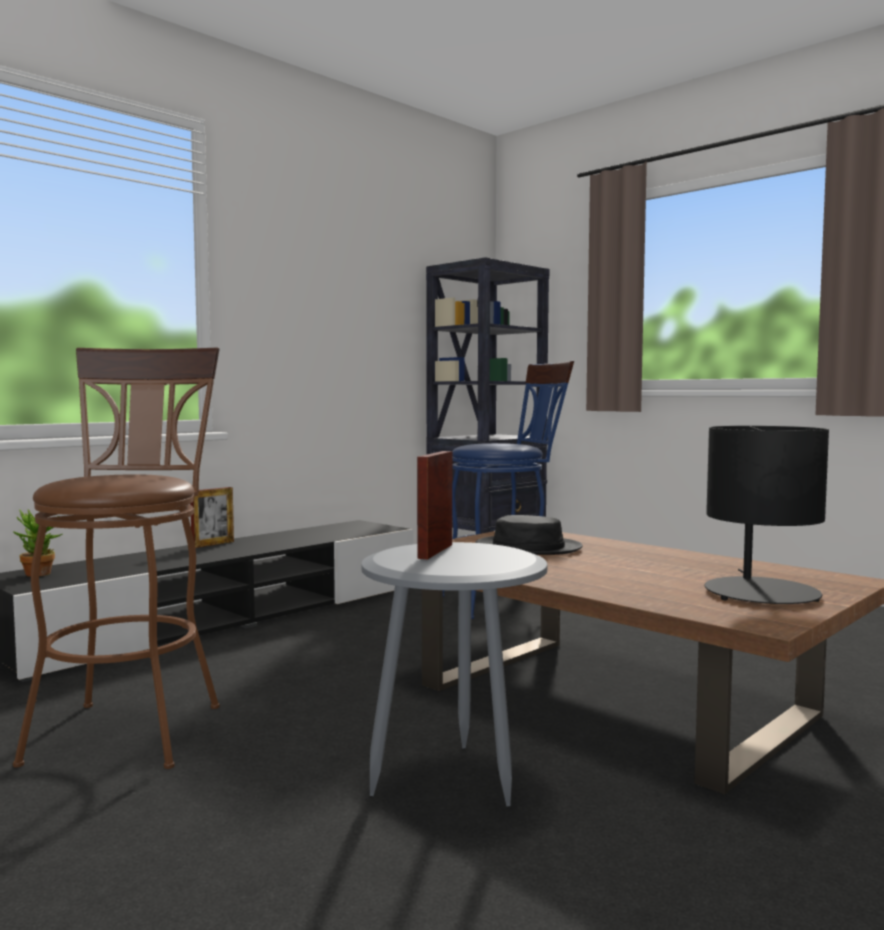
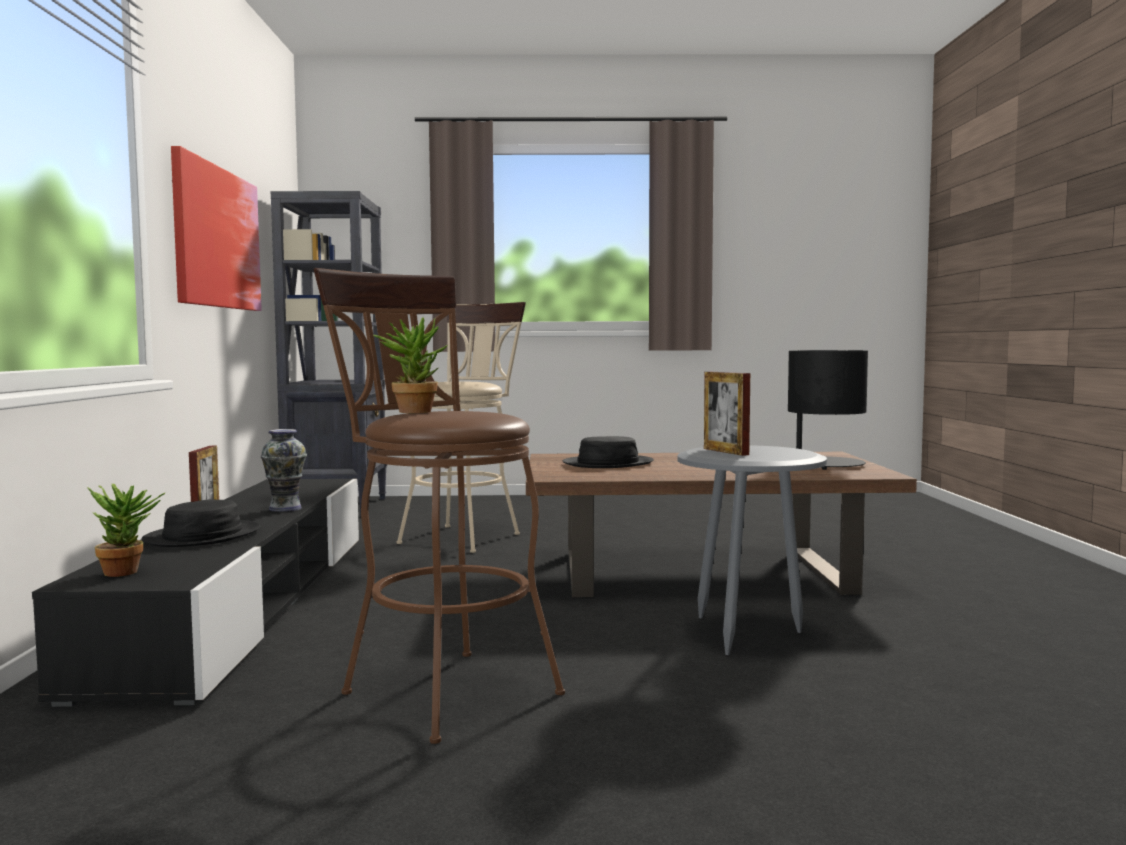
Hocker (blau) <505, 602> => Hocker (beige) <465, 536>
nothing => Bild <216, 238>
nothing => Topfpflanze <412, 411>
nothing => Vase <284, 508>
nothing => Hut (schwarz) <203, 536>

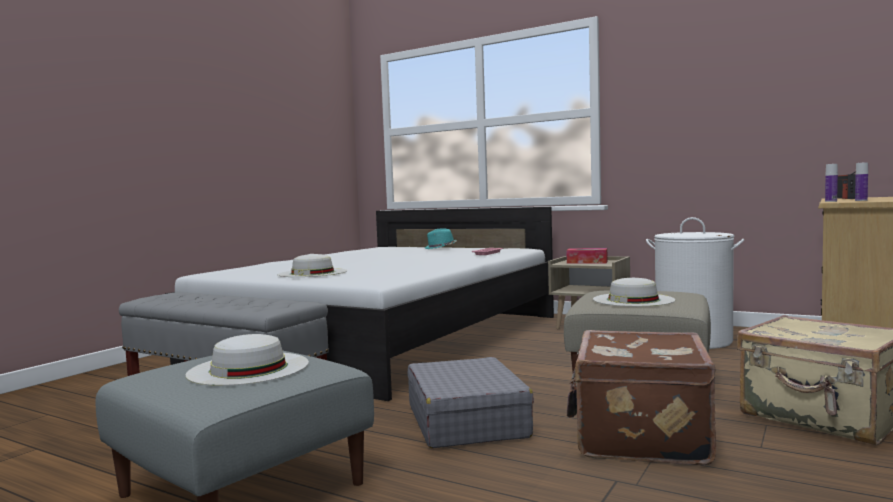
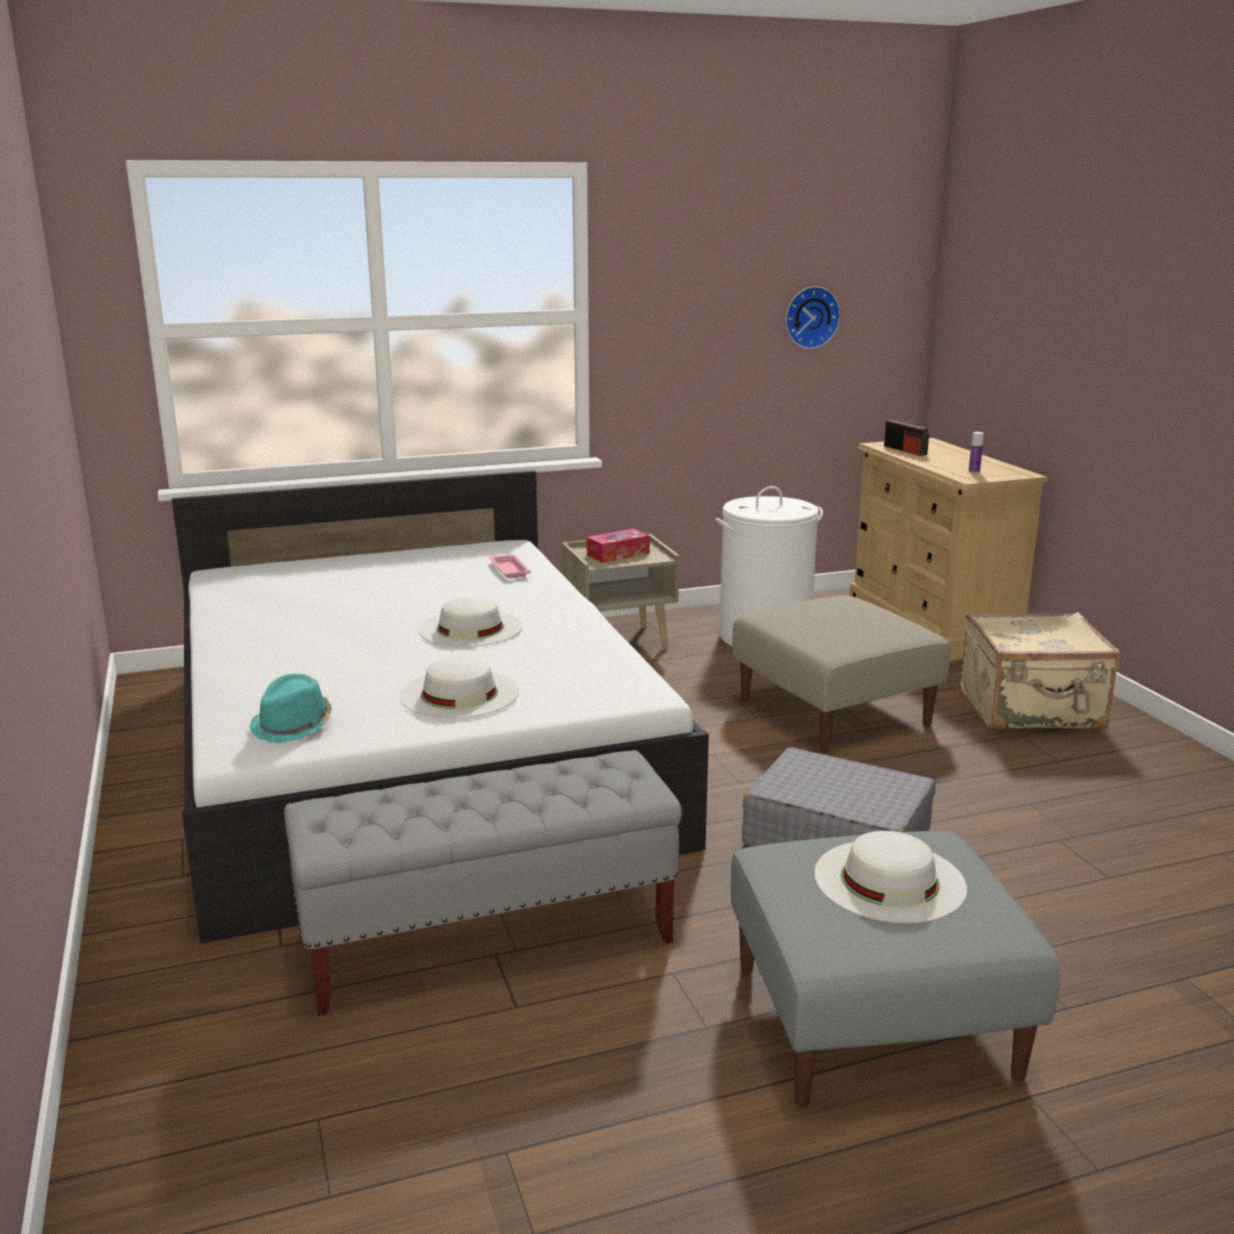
Flasche <831, 201> => nothing
Hut (türkis) <440, 248> => Hut (türkis) <293, 726>, moved
Hut (weiß) <633, 299> => Hut (weiß) <470, 628>, moved
Koffer (braun) <639, 436> => nothing
nothing => Wanduhr <810, 317>

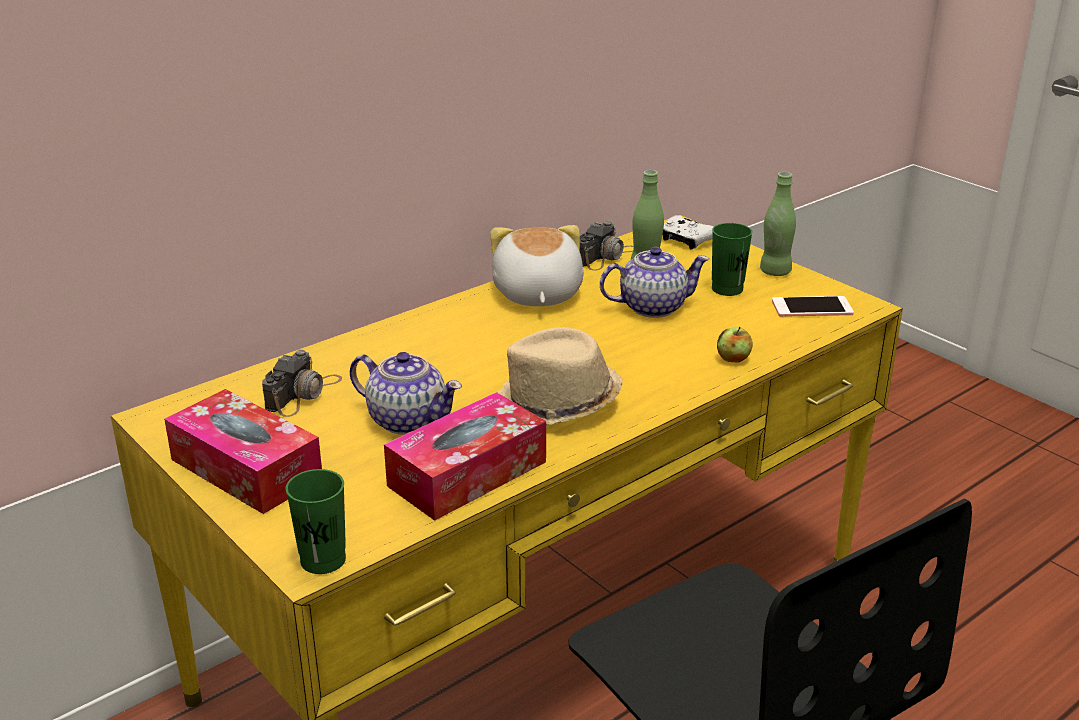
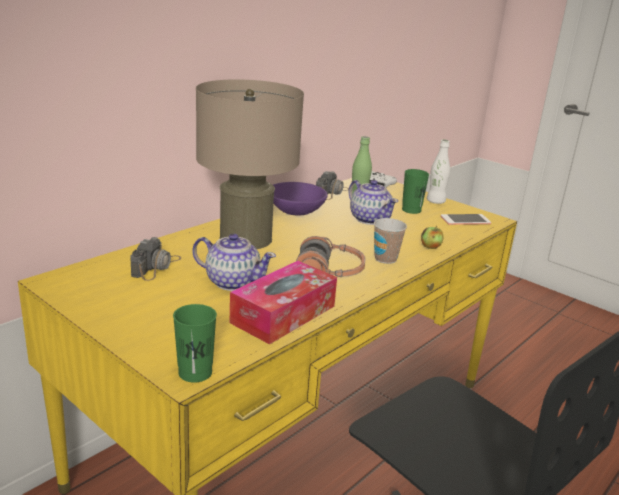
Flasche (grün) <775, 271> => Flasche (weiß) <435, 201>
Plüschtier <536, 294> => Schüssel (lila) <295, 211>
Teekanne <651, 307> => Teekanne <370, 219>, 75 degrees clockwise
Hut (beige) <557, 404> => Kopfhörer <330, 272>
Taschentuchbox <246, 469> => nothing
nothing => Tischlampe (beige) <245, 238>
nothing => Tasse <385, 259>

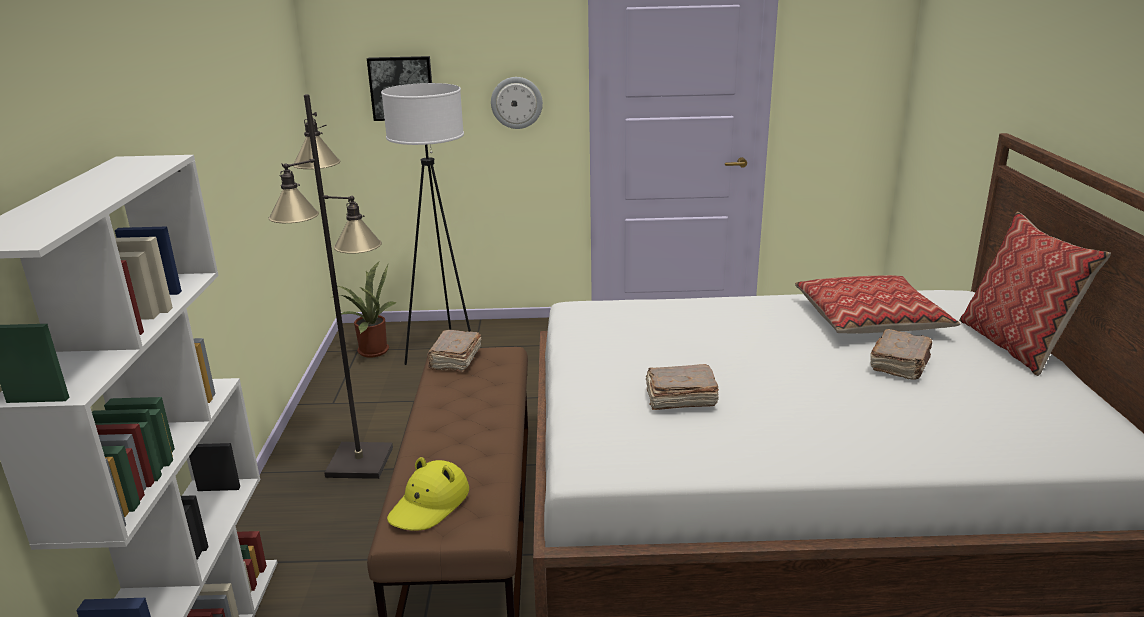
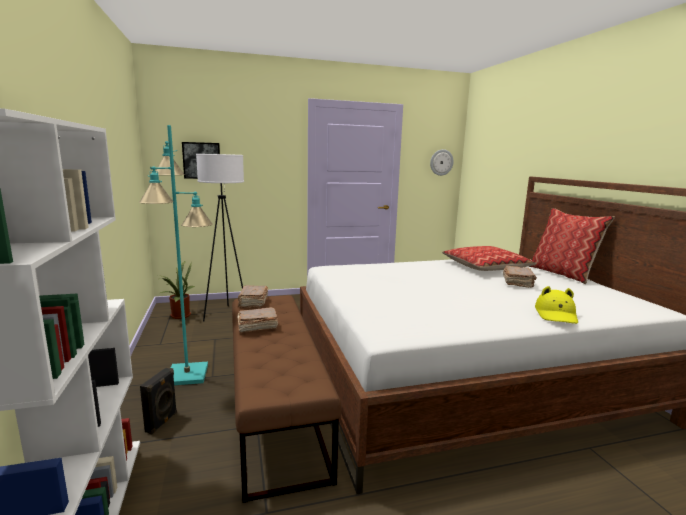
Wanduhr <516, 102> => Wanduhr <441, 162>, moved
Stehlampe (schwarz) <361, 461> => Stehlampe (türkis) <188, 374>
Buch (braun) <679, 399> => Buch (braun) <257, 327>, moved
Hut (gelb) <429, 504> => Hut (gelb) <556, 314>, moved
nothing => Lautsprecher (schwarz) <162, 422>

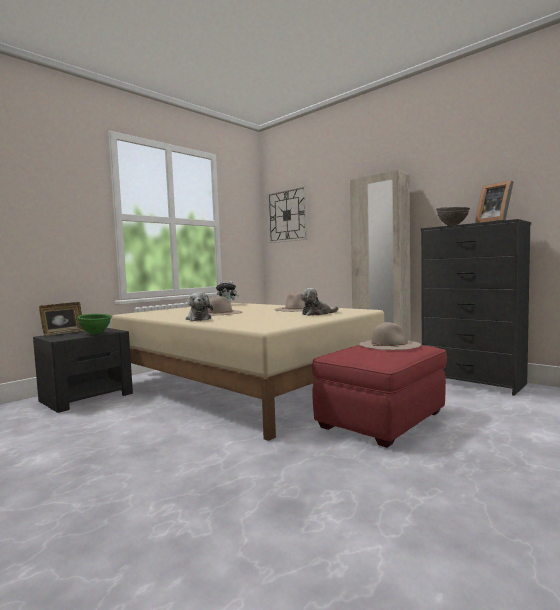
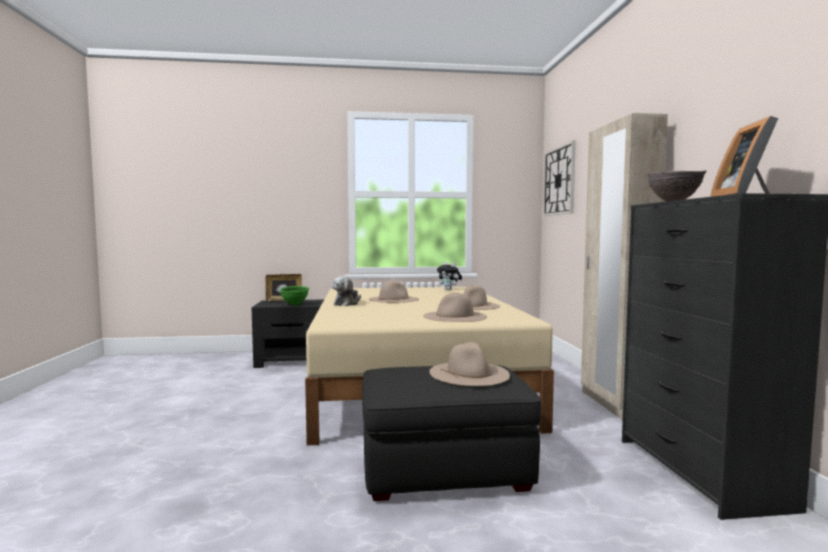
Plüschtier <317, 314> => Hut (beige) <455, 316>
Polsterhocker (rot) <382, 419> => Polsterhocker (schwarz) <445, 470>

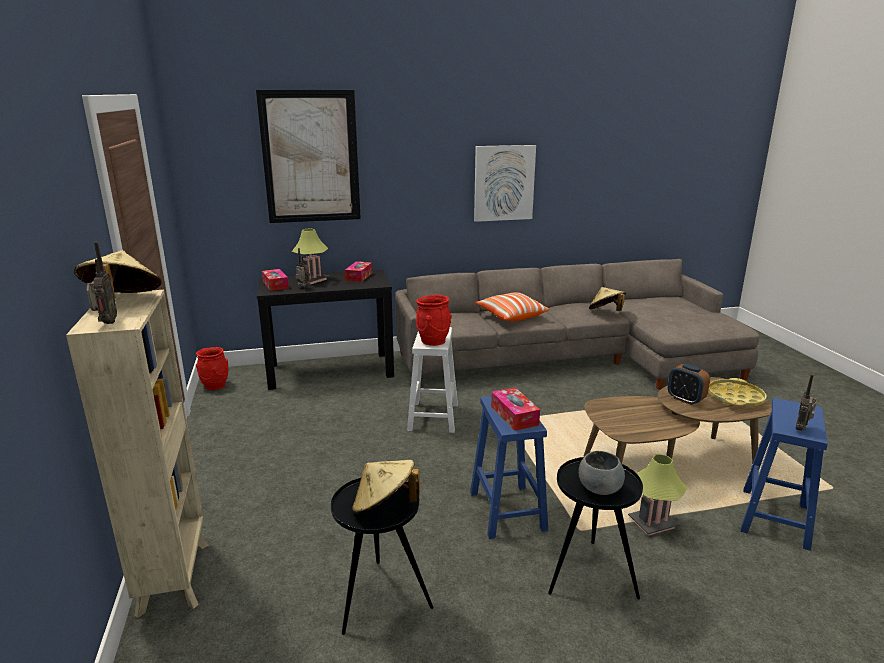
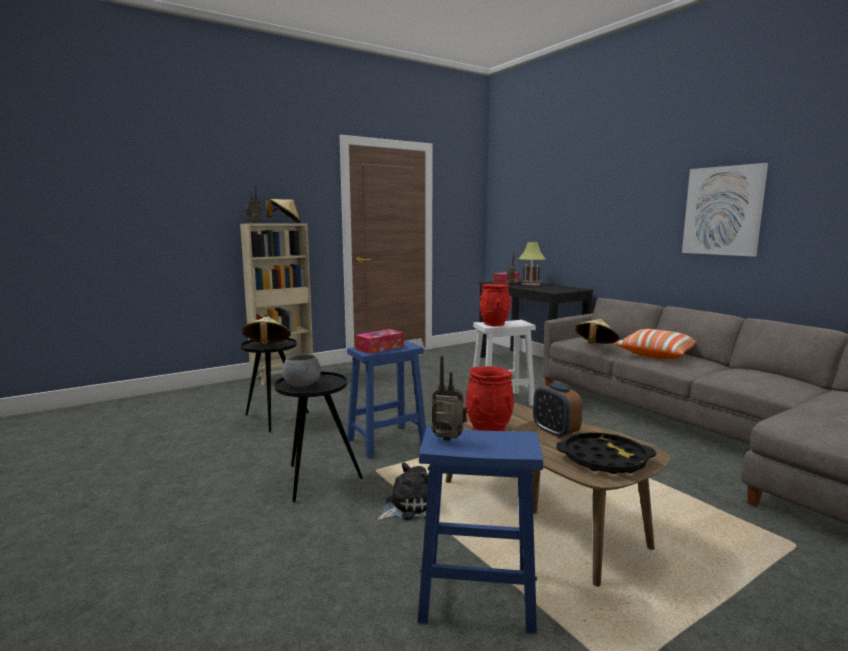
Bild <311, 157> => nothing
Taschentuchbox <359, 276> => nothing
Hut (beige) <606, 312> => Hut (beige) <595, 346>, moved
Vase (rot) <215, 386> => Vase (rot) <488, 430>, moved
Wecker <685, 399> => Wecker <555, 432>, 60 degrees counterclockwise
Tablett (gelb) <735, 398> => Tablett (schwarz) <604, 460>
Tischlampe <652, 523> => Plüschtier <408, 506>

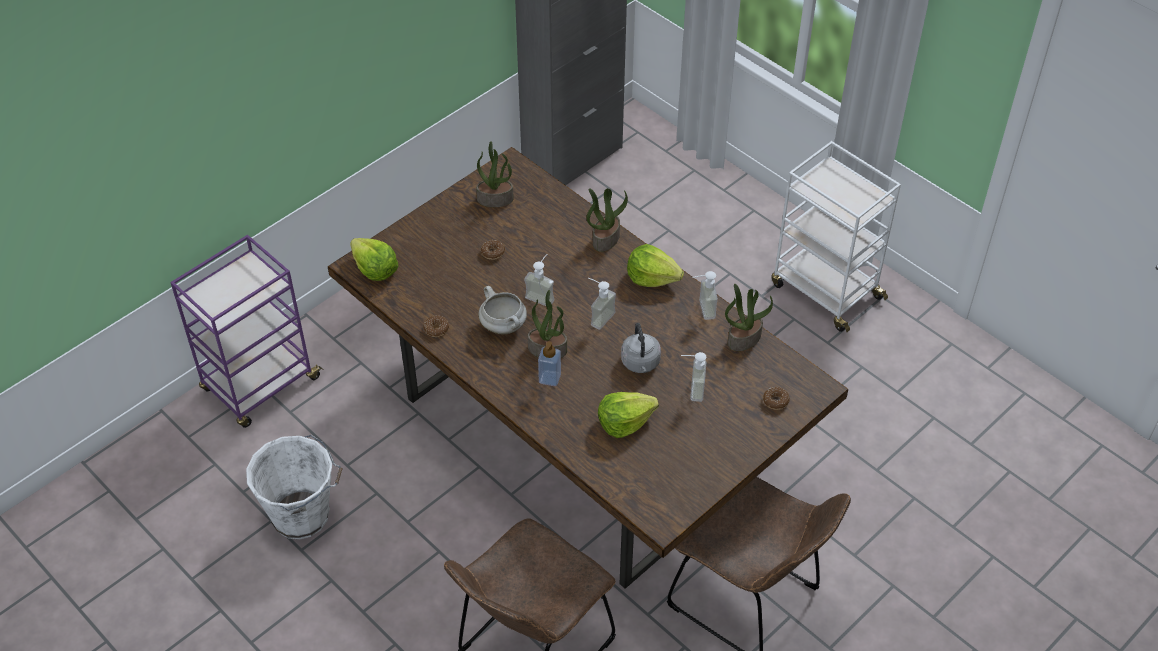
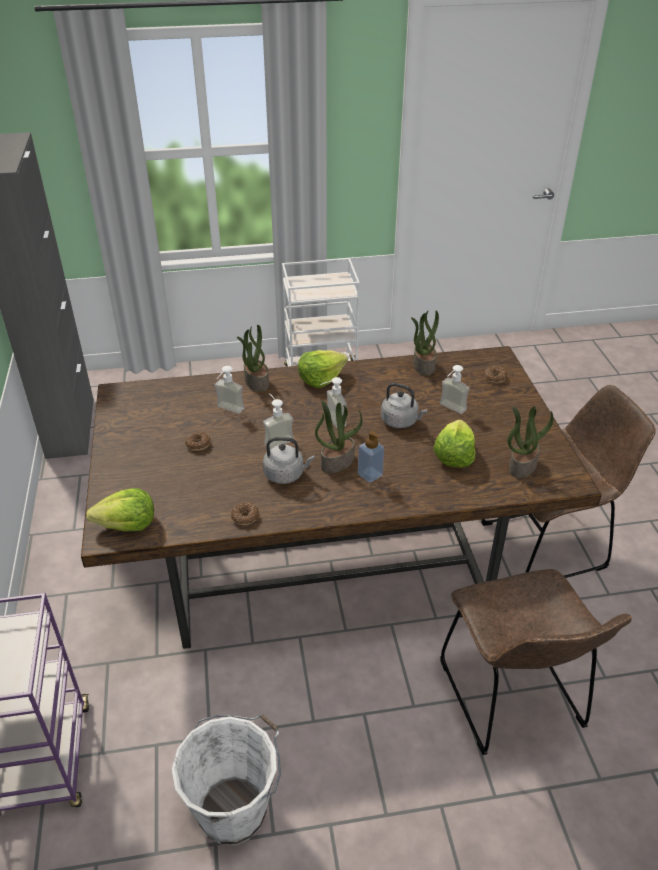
Topfpflanze <495, 199> => Topfpflanze <522, 465>, moved
Seifenspender <701, 309> => Seifenspender <227, 411>, moved
Kochtopf (weiß) <504, 326> => Wasserkessel (grau) <286, 474>

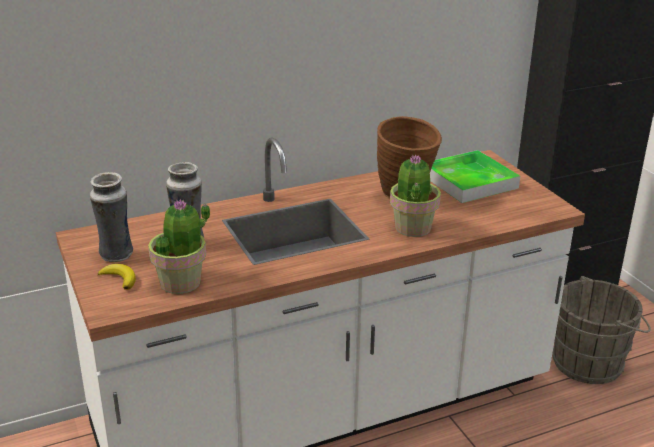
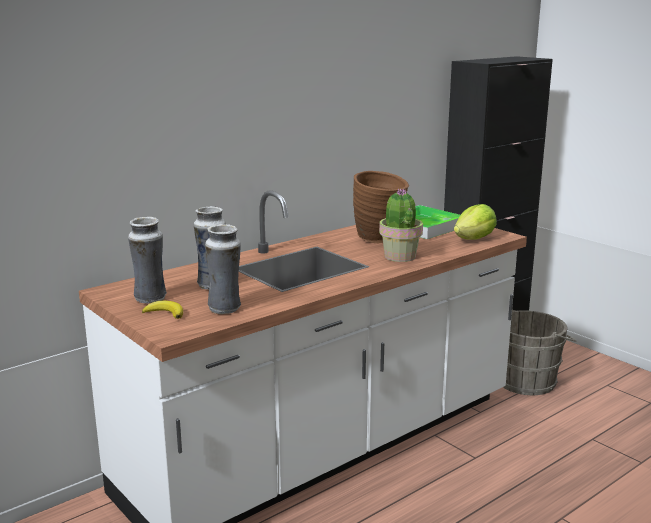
Topfpflanze <181, 282> => Vase <225, 309>
nothing => Salatkopf <474, 239>

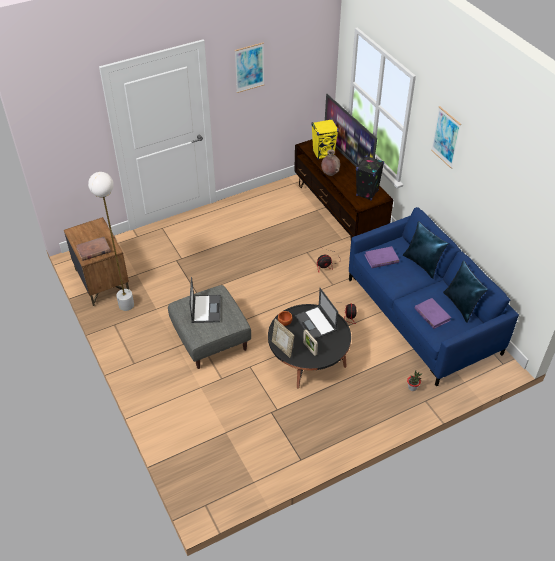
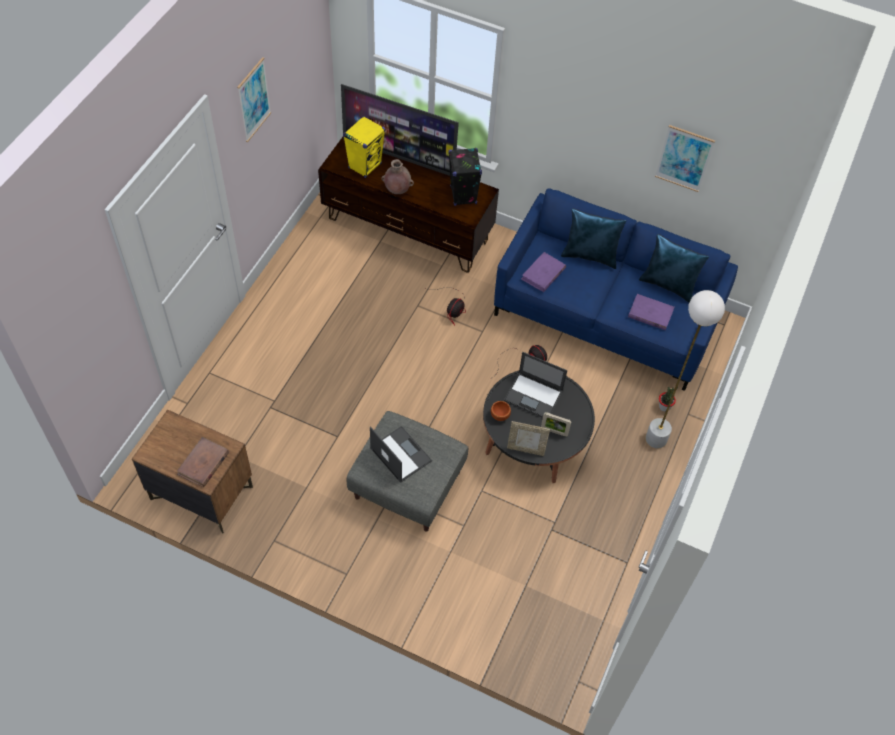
Bild <446, 137> => Bild <684, 158>, moved
Stehlampe (weiß) <126, 305> => Stehlampe (weiß) <656, 439>, moved

